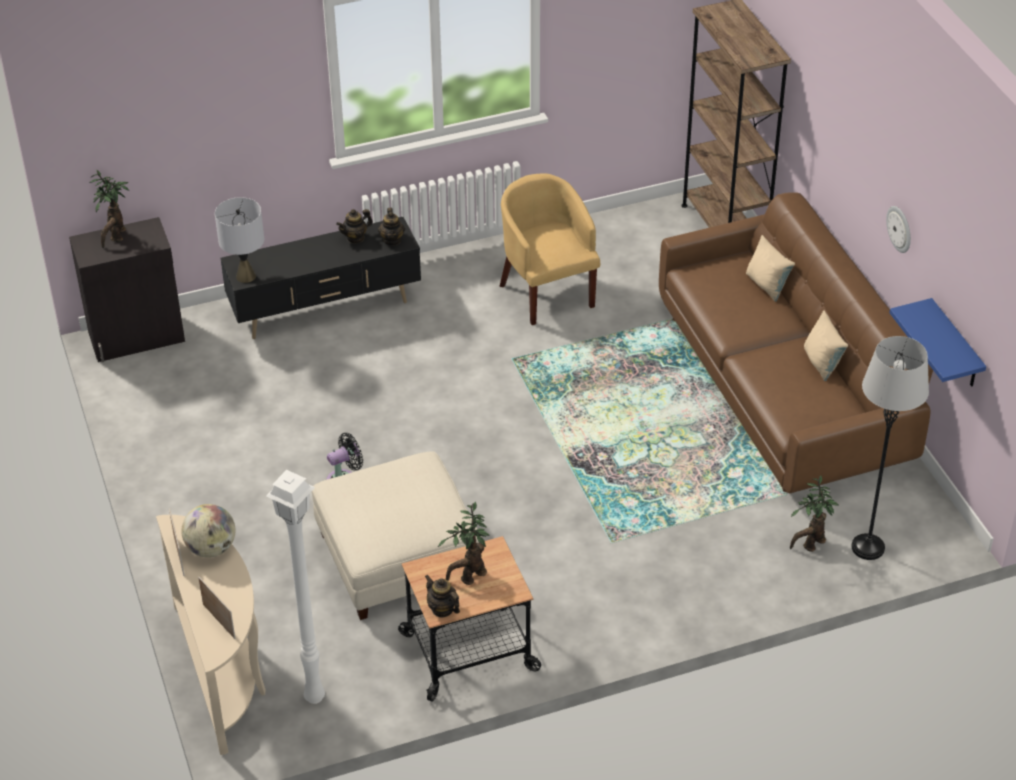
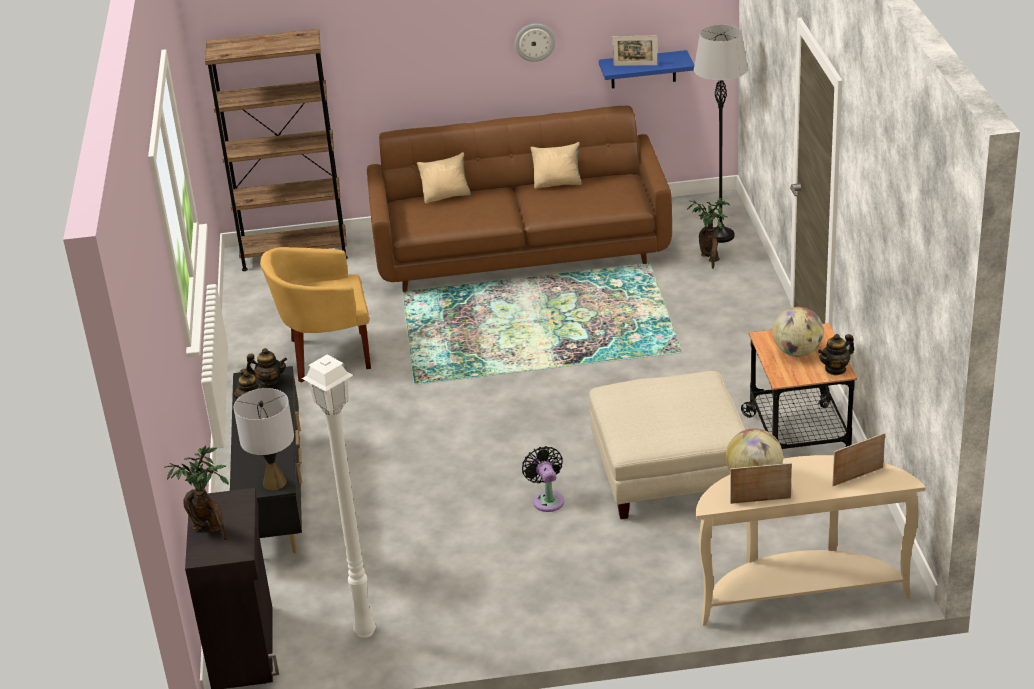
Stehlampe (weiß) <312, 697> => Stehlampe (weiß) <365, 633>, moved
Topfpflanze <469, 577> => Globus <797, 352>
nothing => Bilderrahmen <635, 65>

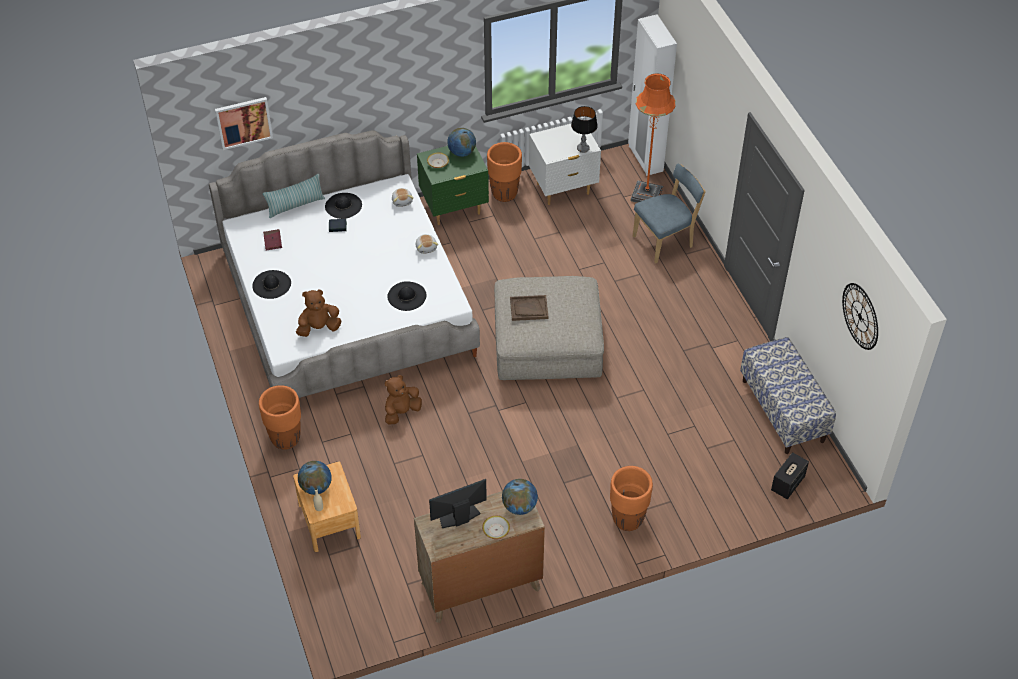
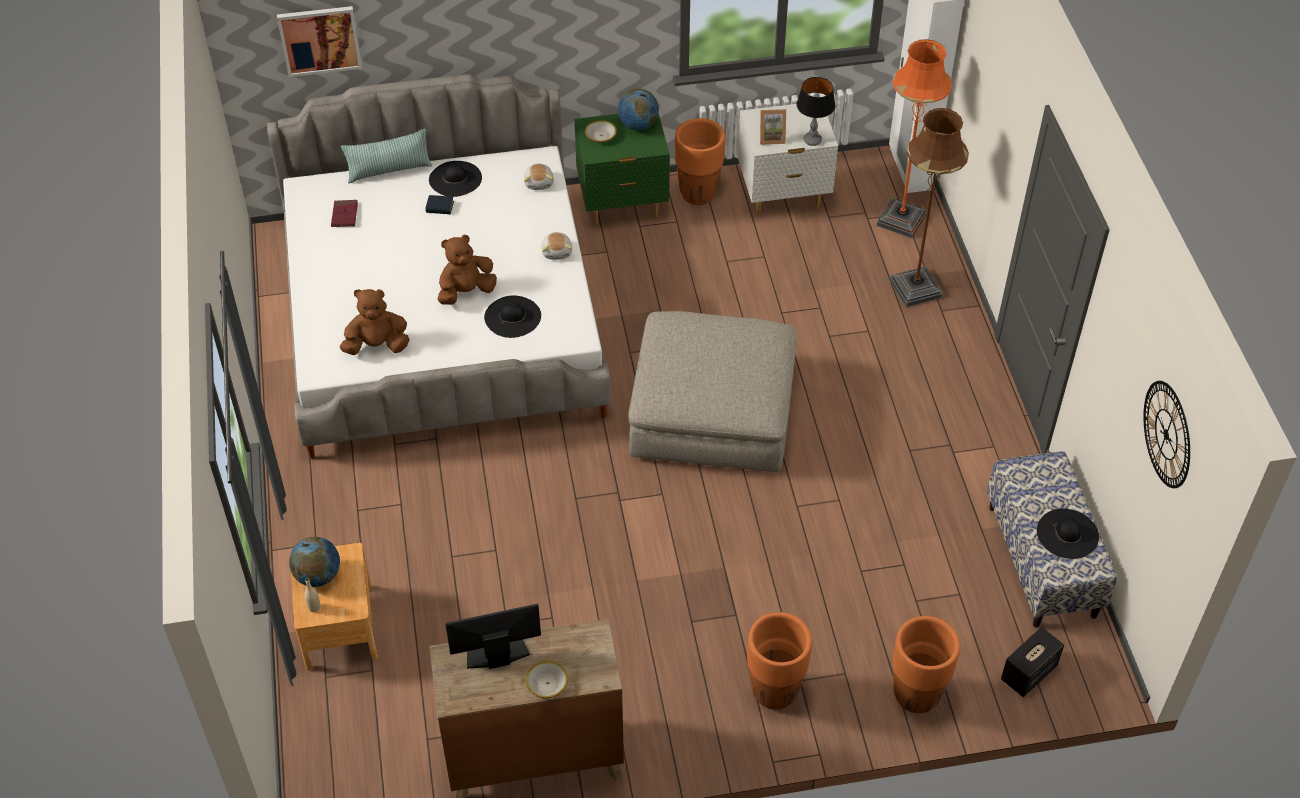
Stuhl (blau) <665, 241> => Stehlampe (braun) <915, 288>
Hut (schwarz) <271, 284> => Hut (schwarz) <1067, 534>, moved
Tablett (braun) <529, 309> => nothing
Plüschtier (braun) <401, 412> => Plüschtier (braun) <466, 292>, moved
Pflanzkübel (orange) <285, 438> => Pflanzkübel (orange) <916, 695>, moved
Globus <519, 506> => nothing
nothing => Bilderrahmen <771, 137>

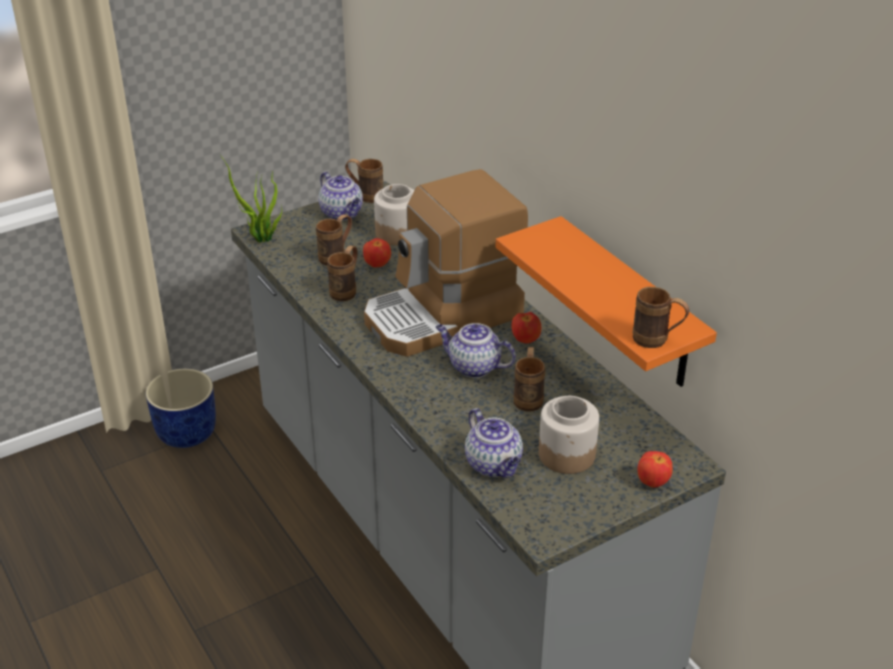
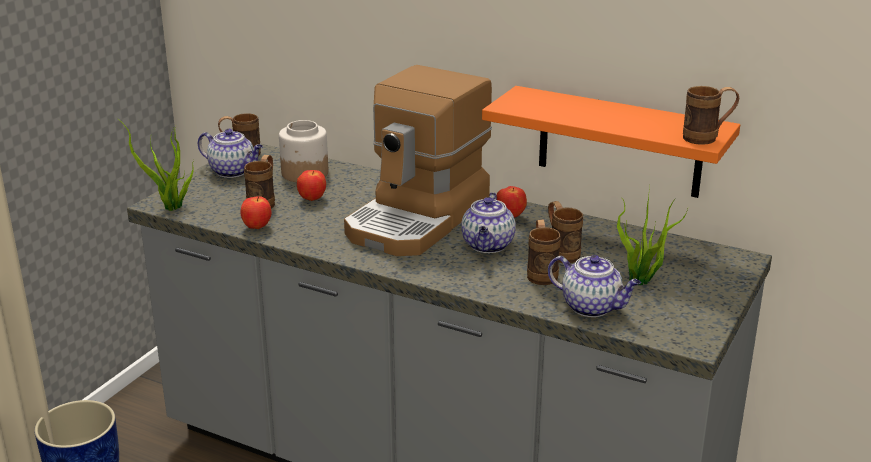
Henkelbecher (braun) <346, 290> => Henkelbecher (braun) <541, 273>, moved
Teekanne <473, 367> => Teekanne <488, 246>, 75 degrees counterclockwise
Vorratsglas <567, 454> => Topfpflanze <642, 281>
Apfel <653, 483> => Apfel <257, 227>, moved

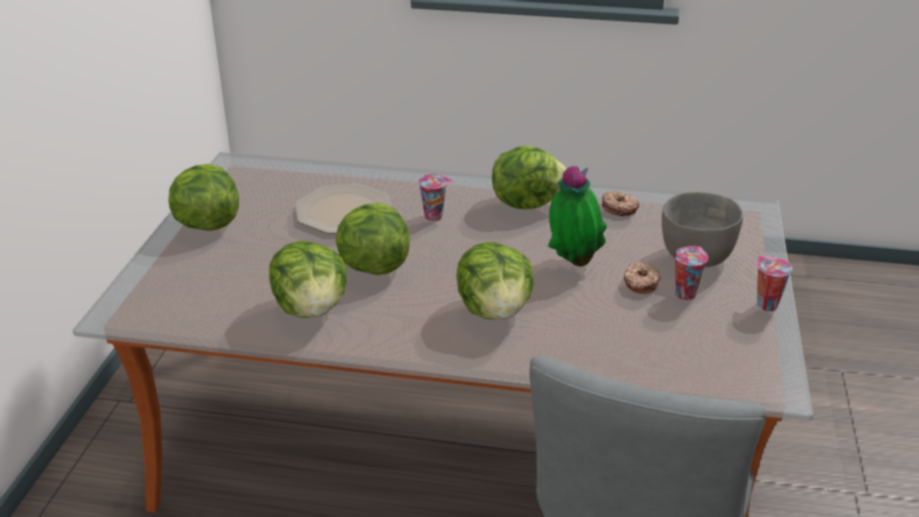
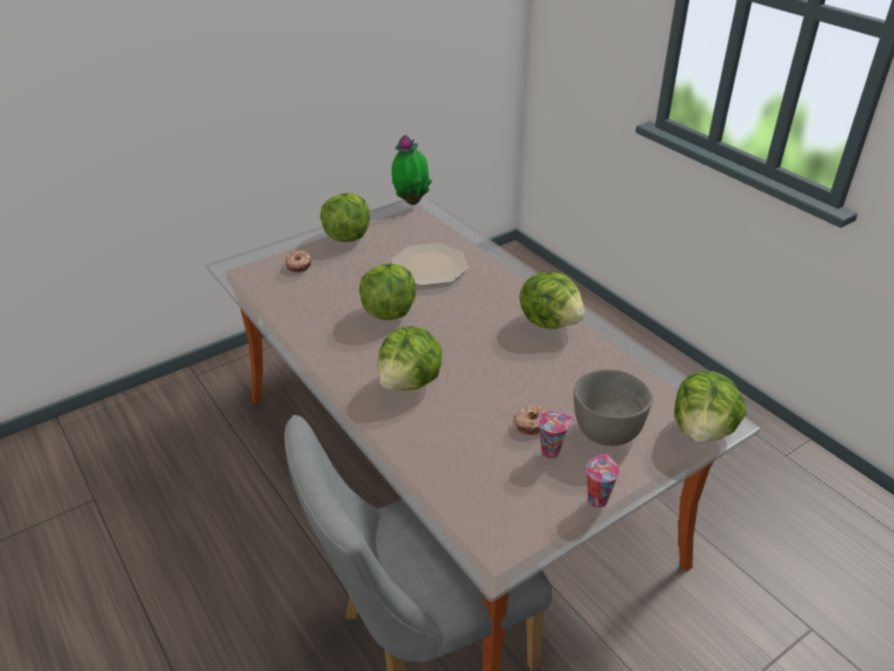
Topfpflanze <572, 263> => Topfpflanze <411, 202>, moved
Tasse <434, 216> => nothing
Donut <619, 208> => Donut <299, 265>, moved
Salatkopf <312, 309> => Salatkopf <702, 430>, moved

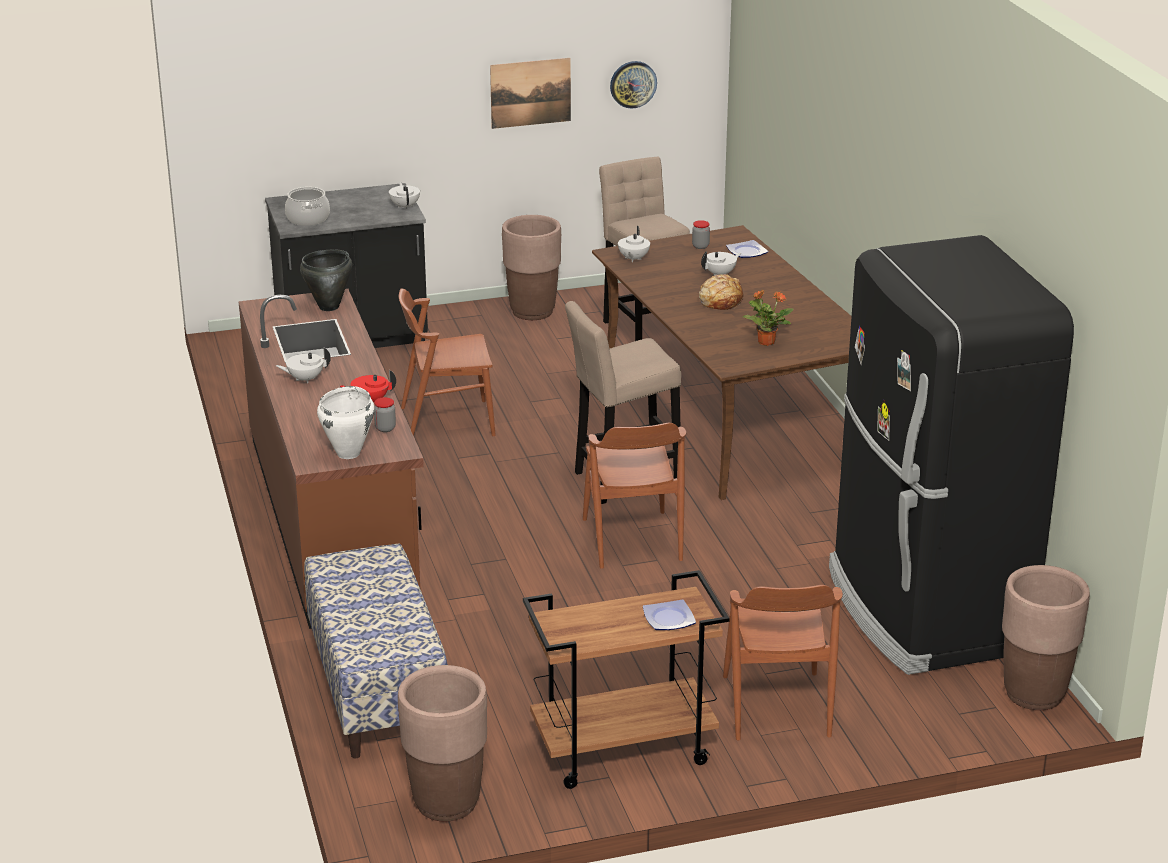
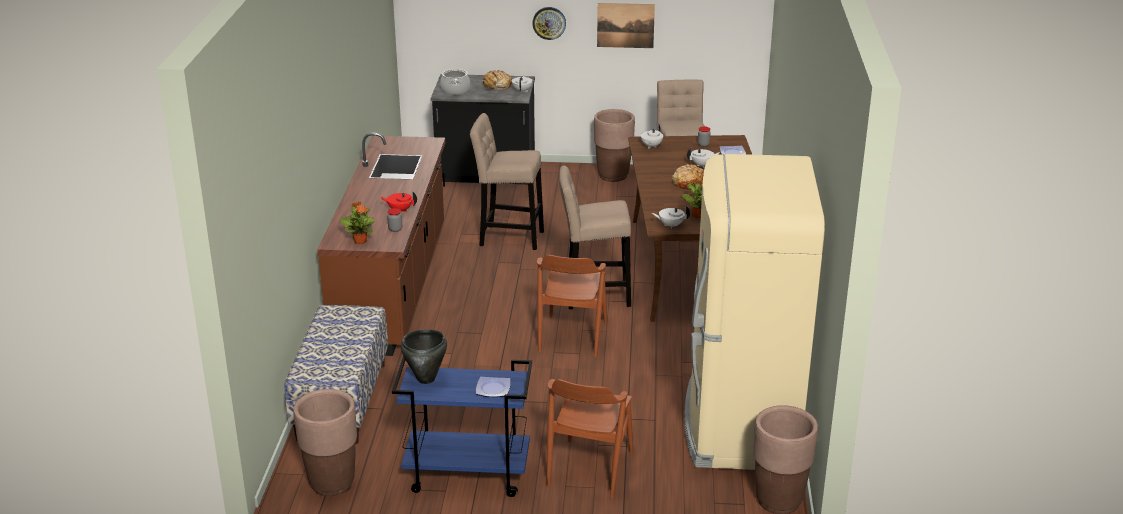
Wanduhr <633, 84> => Wanduhr <549, 23>, moved
Kühlschrank (schwarz) <924, 611> => Kühlschrank (beige) <739, 426>
Kochtopf (schwarz) <329, 307> => Kochtopf (schwarz) <426, 379>, moved
Stuhl (braun) <447, 421> => Hocker (beige) <508, 237>
Teekanne (weiß) <305, 379> => Teekanne (weiß) <670, 225>, moved
Kochtopf (weiß) <349, 453> => Topfpflanze <360, 241>
Rollwagen (braun) <622, 751> => Rollwagen (blau) <466, 475>
nothing => Brot <496, 86>

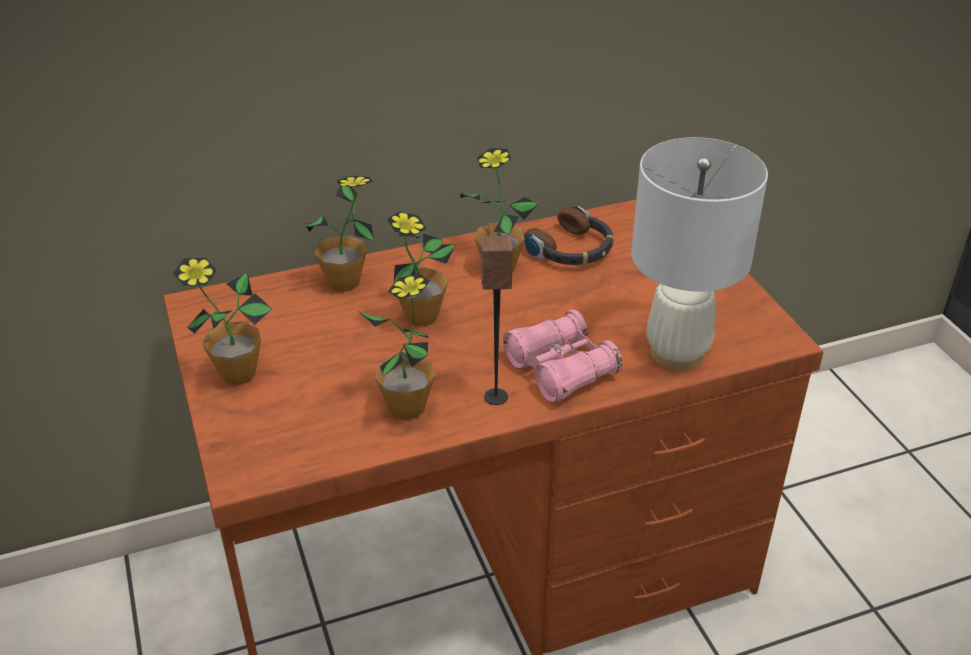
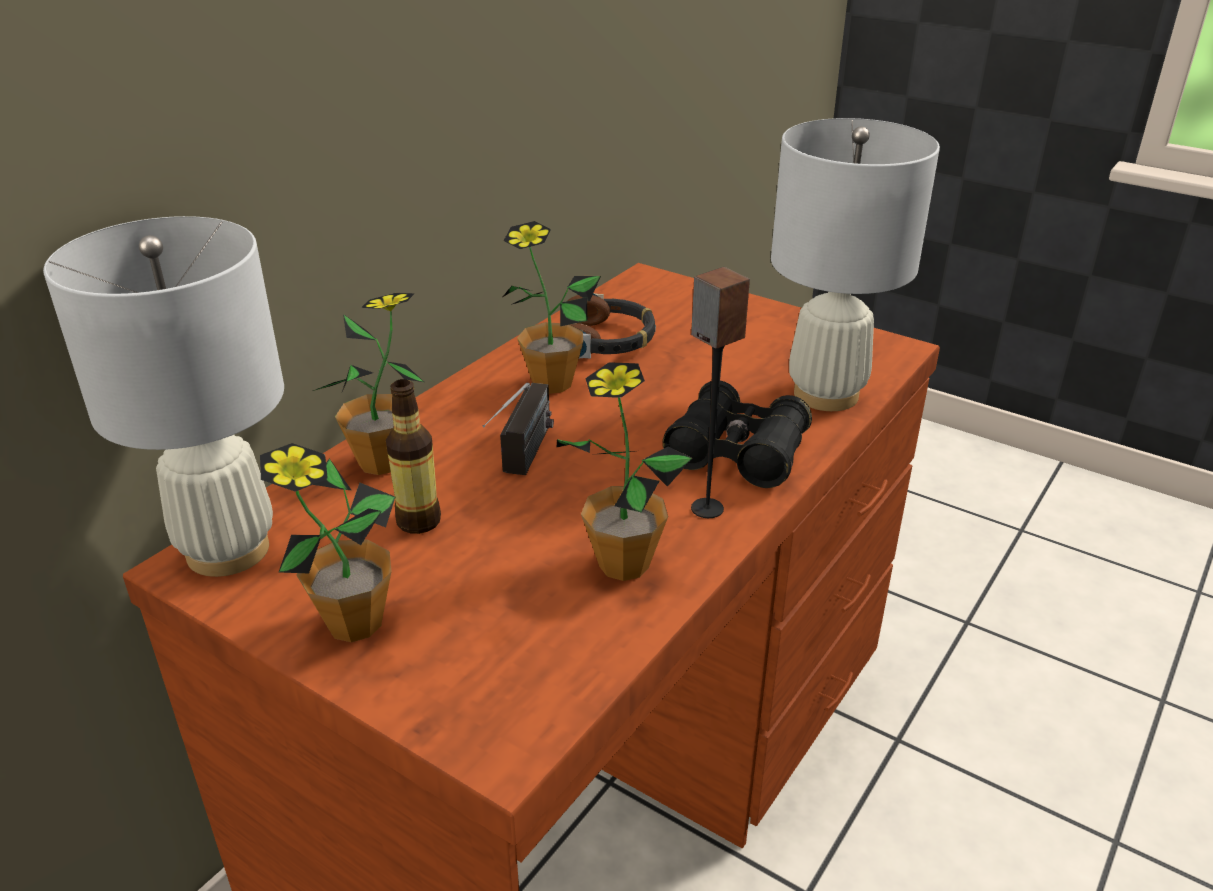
Topfpflanze <421, 317> => Radio <523, 462>
Fernglas (rosa) <560, 369> => Fernglas (schwarz) <737, 453>
nothing => Tischlampe (weiß) <227, 551>
nothing => Flasche <418, 521>

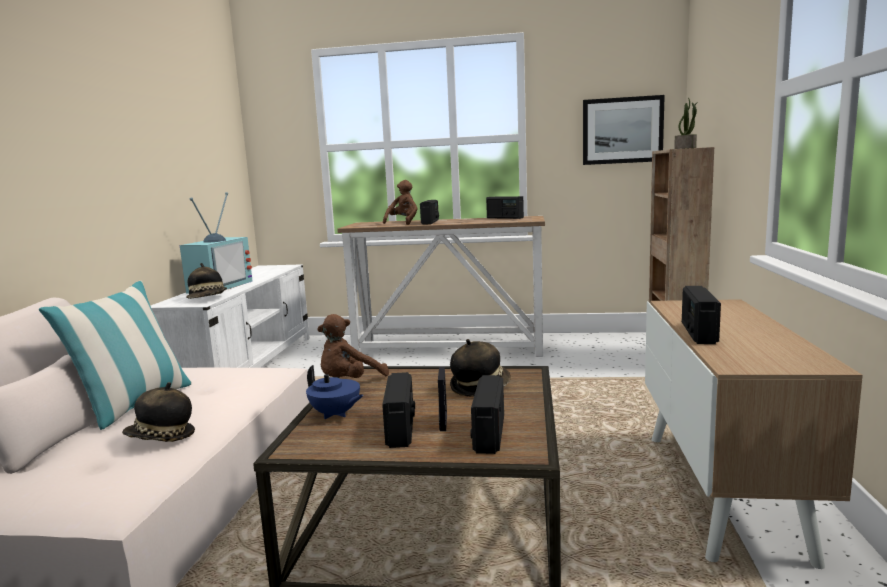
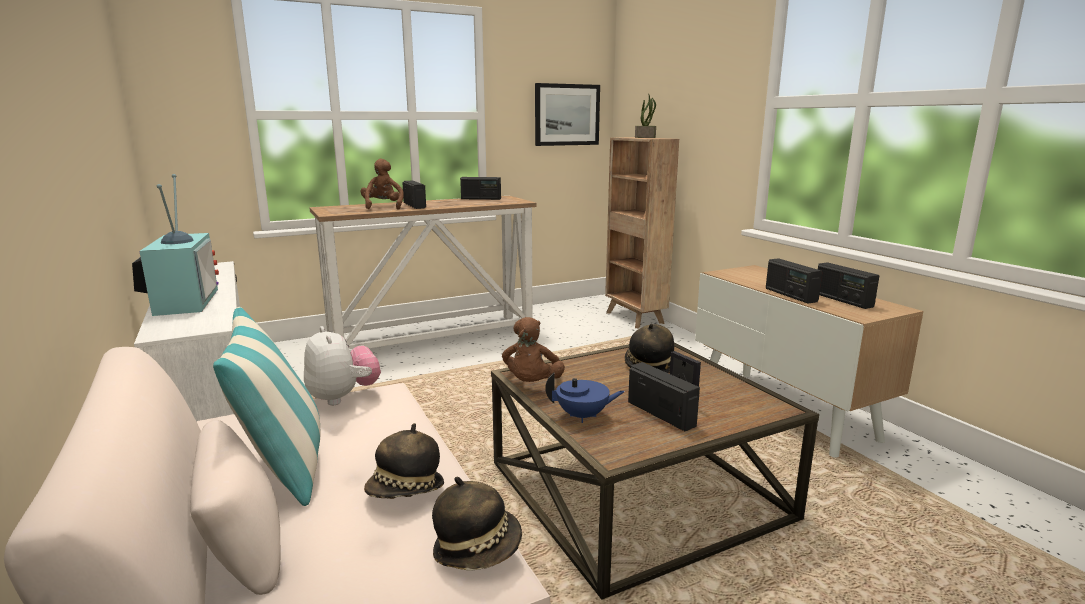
Hut <208, 299> => Hut <478, 548>, moved
Radio <488, 433> => Radio <842, 300>, moved
nothing => Plüschtier <343, 397>

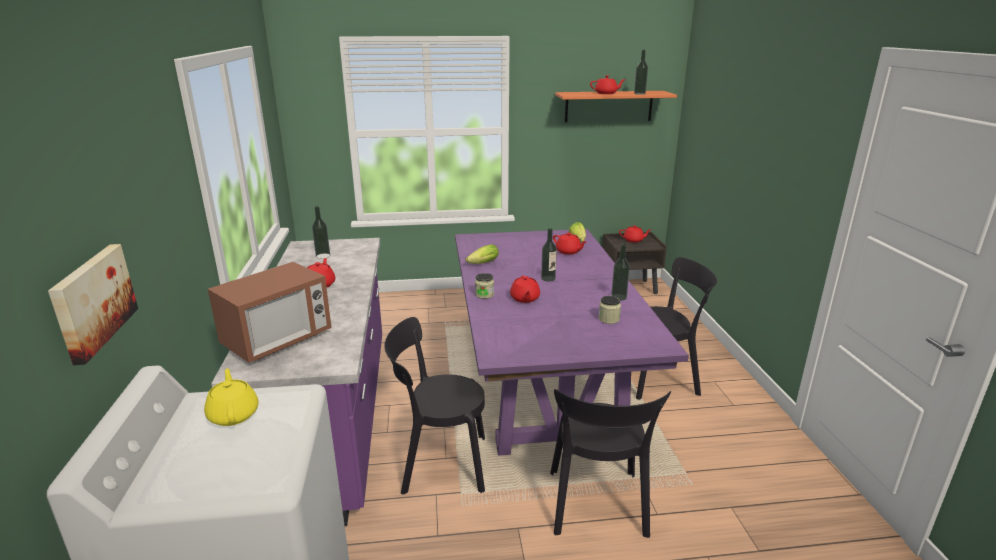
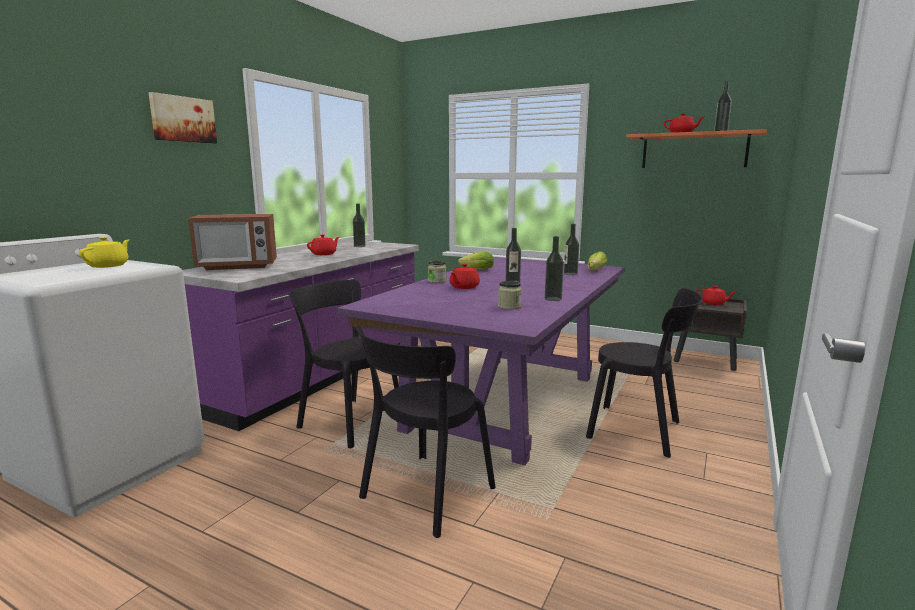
Teekanne (rot) <568, 251> => Flasche <570, 274>
Bild <92, 301> => Bild <182, 119>, moved

